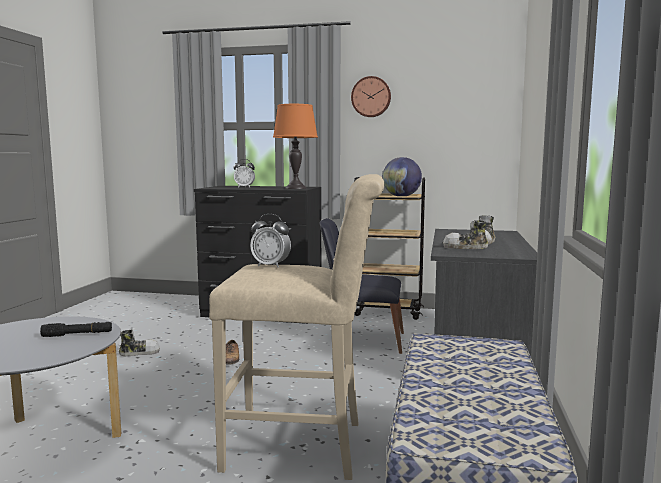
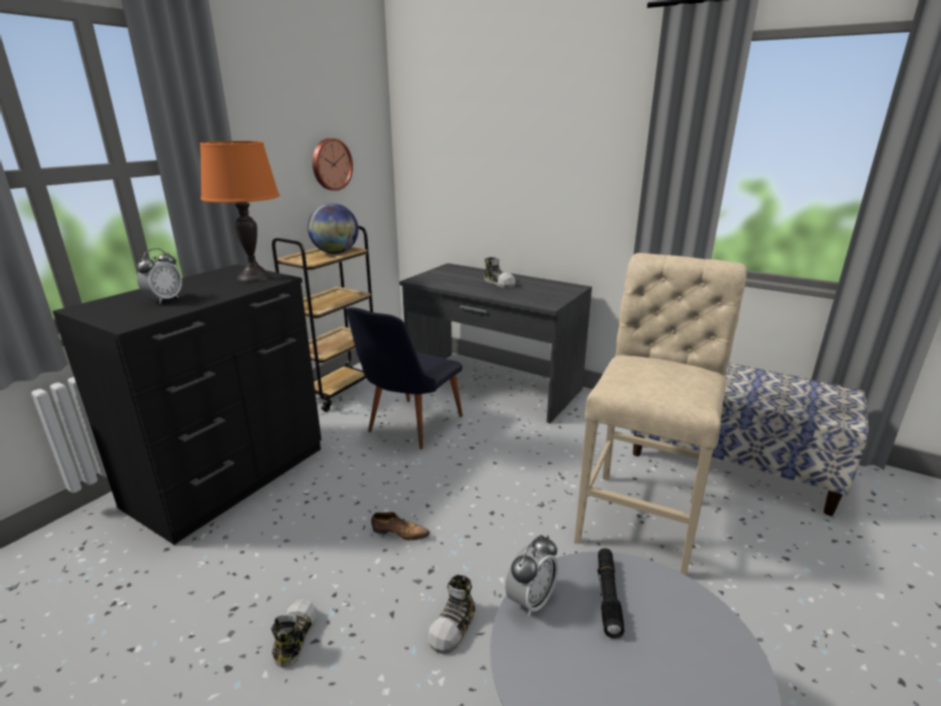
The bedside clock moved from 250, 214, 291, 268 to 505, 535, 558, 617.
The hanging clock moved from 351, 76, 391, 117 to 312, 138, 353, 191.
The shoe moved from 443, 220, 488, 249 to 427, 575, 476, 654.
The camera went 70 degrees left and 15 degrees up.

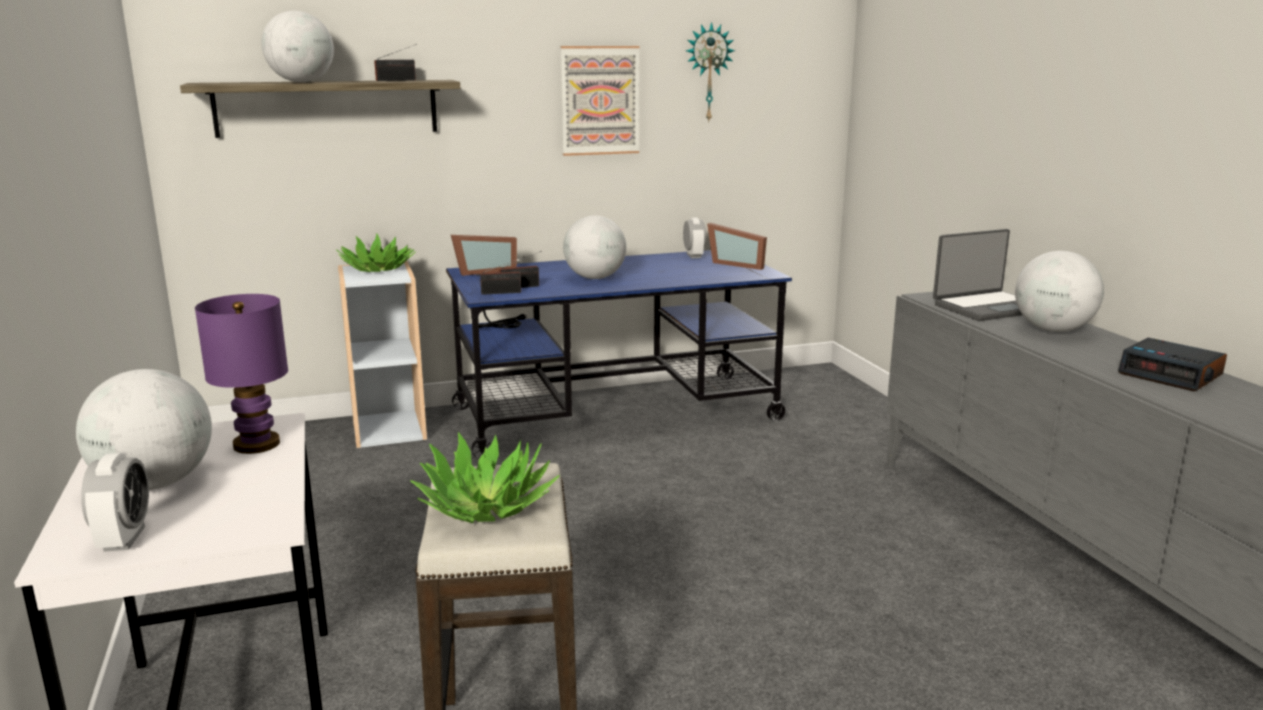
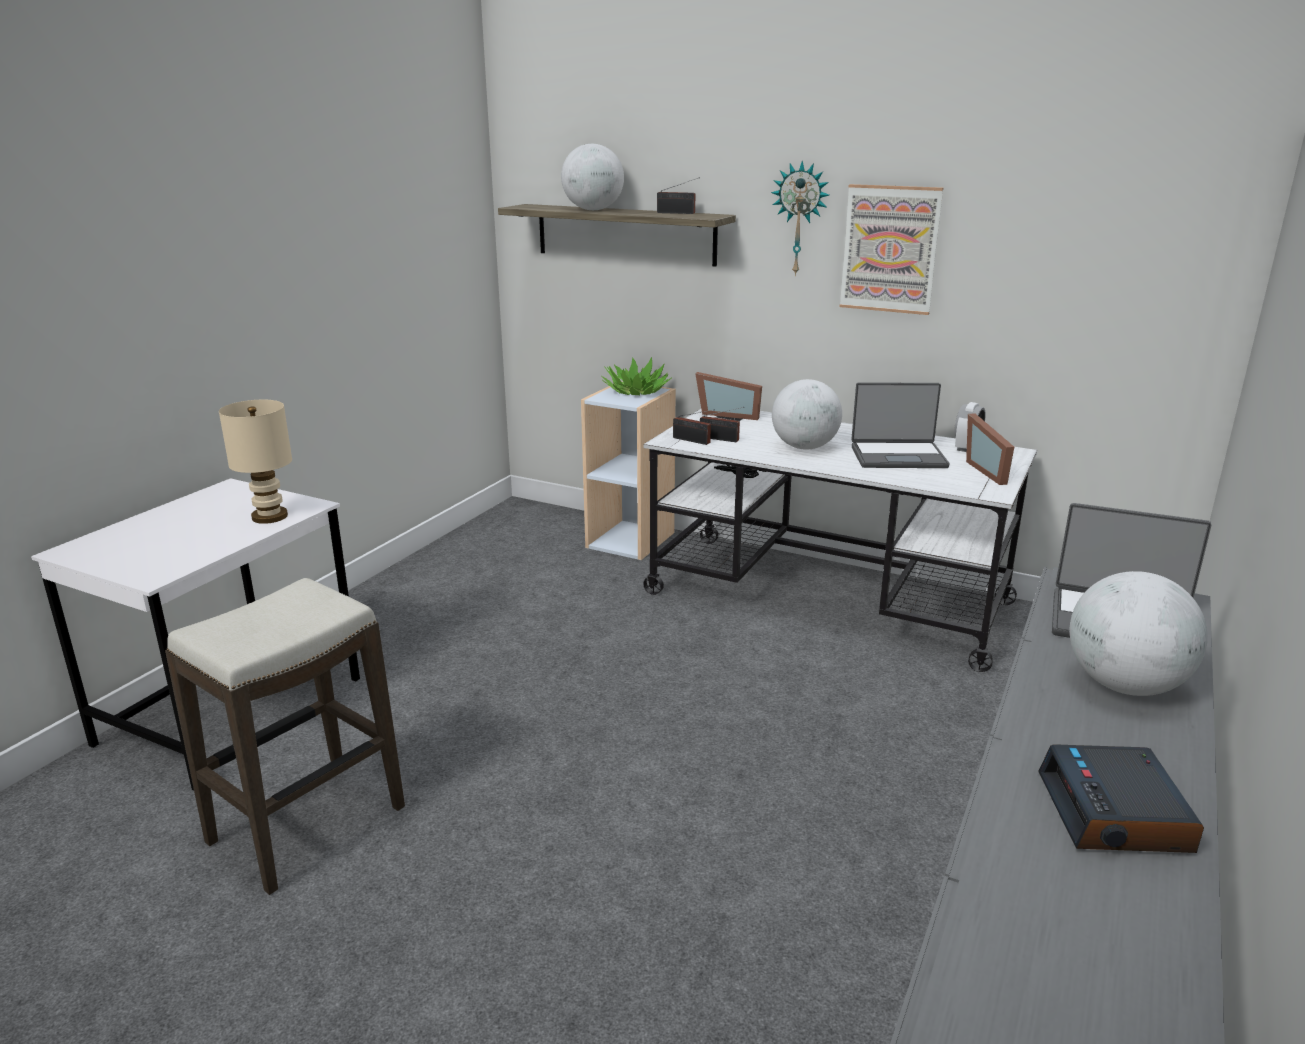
The desk globe at 76, 369, 212, 490 disappeared.
The bedside clock at 81, 453, 149, 551 disappeared.
The plant in a pot at 410, 432, 559, 523 disappeared.
The notebook computer at 851, 382, 950, 468 appeared.
The hanging clock moved from 686, 22, 735, 123 to 771, 160, 829, 276.
The purplish lamp for a table at 195, 294, 288, 454 became the beige lamp for a table at 219, 400, 292, 524.
The bluish desk table at 446, 250, 792, 459 became the white-coloured desk table at 643, 409, 1037, 672.
The camera went 45 degrees right and 5 degrees up.

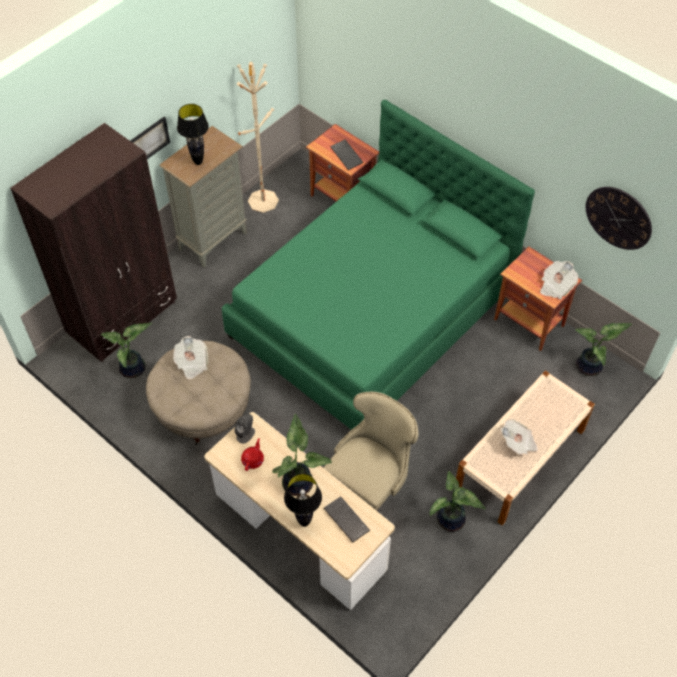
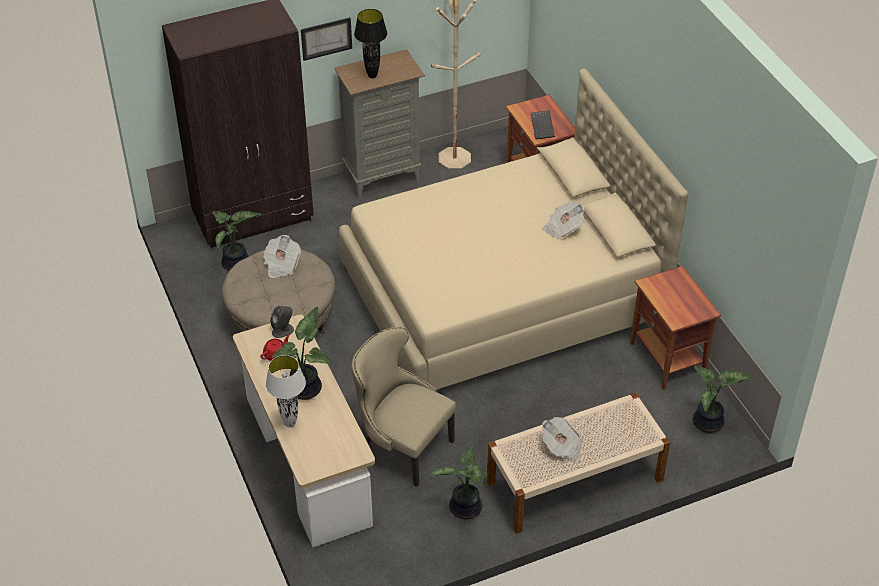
The keyboard at 324, 497, 370, 542 disappeared.
The hanging clock at 586, 187, 652, 250 disappeared.
The daily paper moved from 540, 261, 578, 299 to 542, 201, 585, 239.
The greenish sleeping bed at 222, 100, 535, 430 became the beige sleeping bed at 339, 68, 688, 390.
The black lamp for a table at 284, 474, 322, 527 became the white-coloured lamp for a table at 265, 355, 306, 428.
The beige chair at 324, 392, 418, 511 turned 120 degrees counterclockwise.
The camera went 25 degrees right and 10 degrees down.

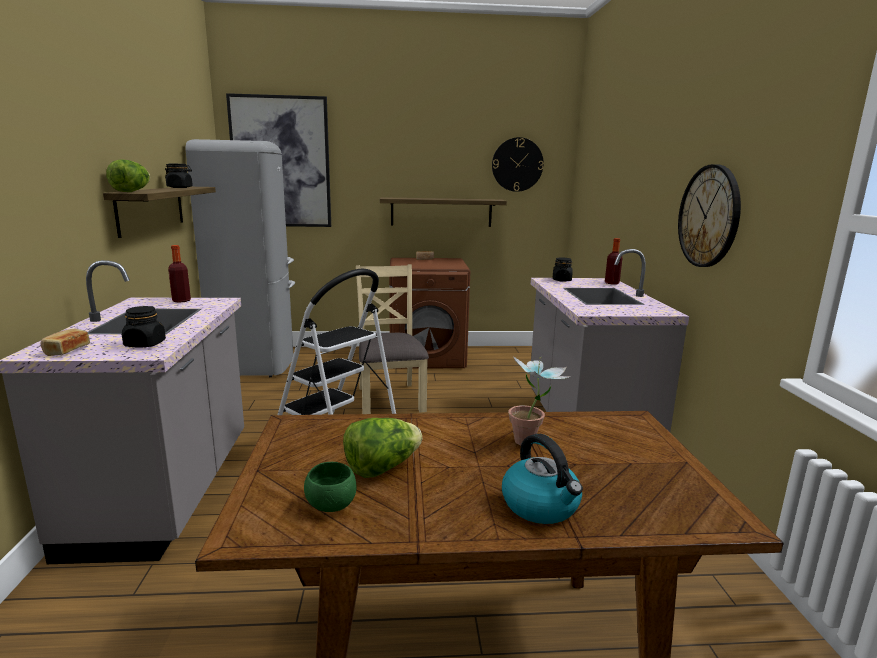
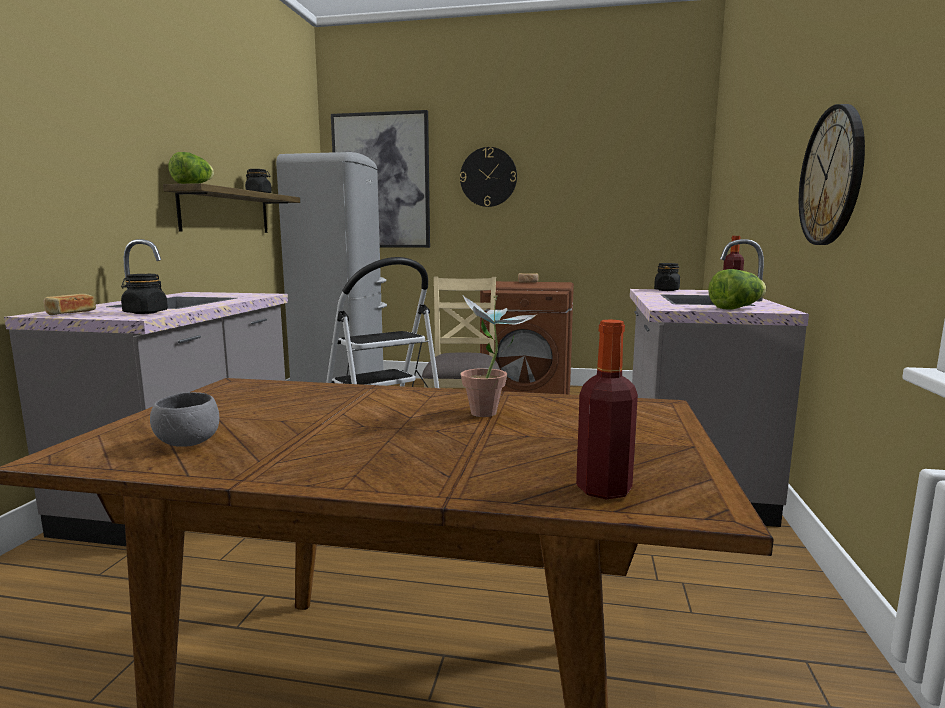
The wall shelf at 380, 197, 507, 227 disappeared.
The water kettle at 502, 434, 583, 524 disappeared.
The bottle moved from 168, 245, 191, 303 to 576, 320, 638, 499.
The lettuce moved from 343, 418, 422, 478 to 708, 269, 766, 309.
The hanging clock moved from 492, 137, 544, 192 to 460, 147, 517, 207.
The greenish serving bowl at 304, 462, 356, 512 became the greyish serving bowl at 150, 392, 219, 447.
The camera went 15 degrees right and 5 degrees down.

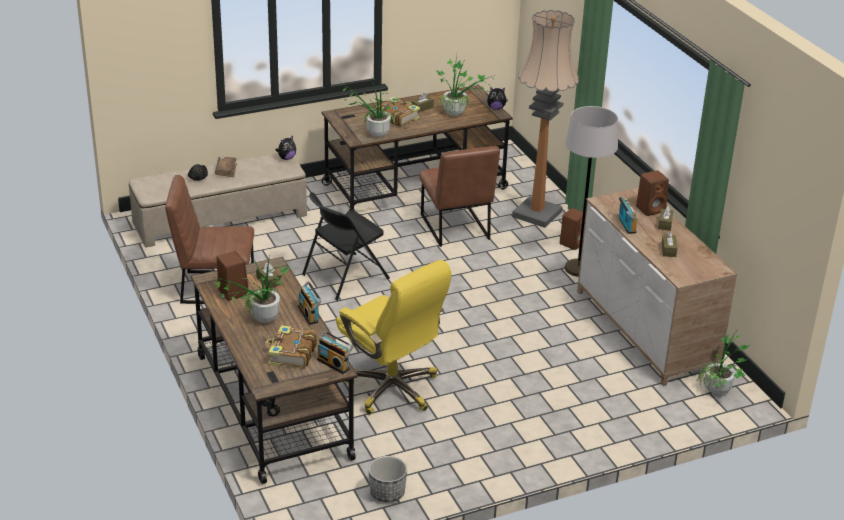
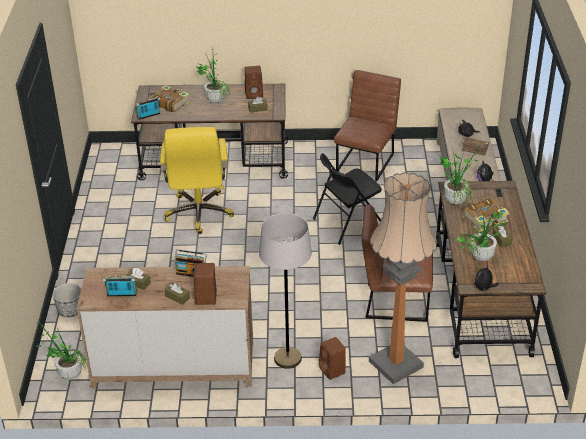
The radio receiver moved from 298, 281, 322, 325 to 102, 276, 137, 297.
The plant pot moved from 368, 456, 407, 502 to 53, 283, 81, 317.
The black chair at 302, 192, 390, 301 turned 105 degrees counterclockwise.
The yellow-coloured computer chair at 336, 260, 451, 415 turned 75 degrees counterclockwise.
The camera went 115 degrees right and 5 degrees up.

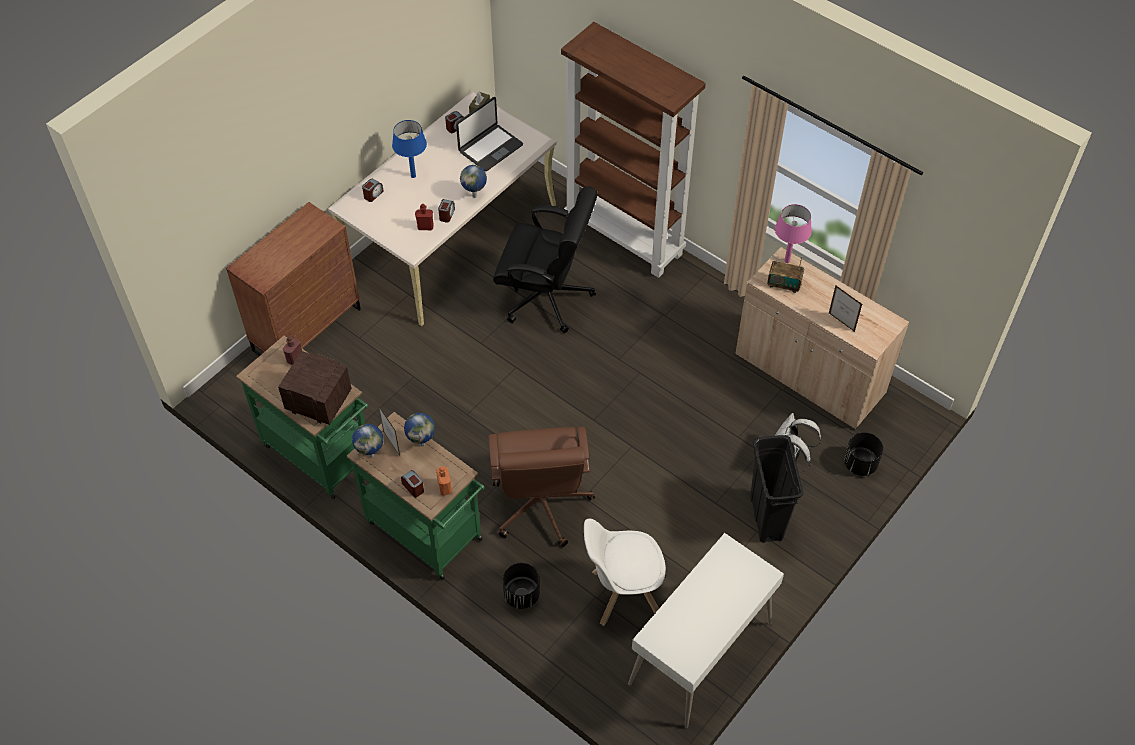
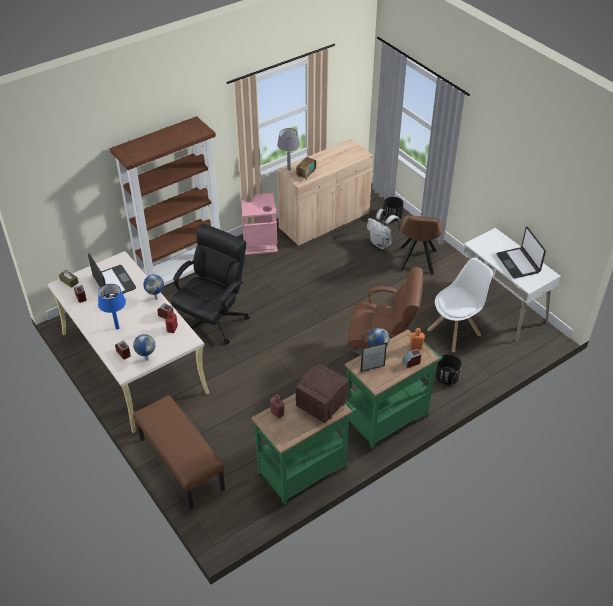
The photo frame at 829, 285, 862, 332 disappeared.
The pinkish waste bin at 240, 193, 278, 255 appeared.
The notebook computer at 496, 226, 546, 278 appeared.
The desk globe moved from 352, 424, 384, 458 to 133, 334, 155, 361.
The brown chest of drawers at 226, 202, 361, 356 was replaced by the brown long seat at 133, 395, 225, 510.
The black waste bin at 750, 435, 804, 543 was replaced by the brown chair at 399, 216, 442, 275.
The pinkish lamp for a table at 775, 204, 812, 263 became the greyish lamp for a table at 277, 128, 300, 171.
The white-coloured chair at 584, 519, 666, 626 turned 135 degrees counterclockwise.
The camera went 75 degrees left and 10 degrees down.

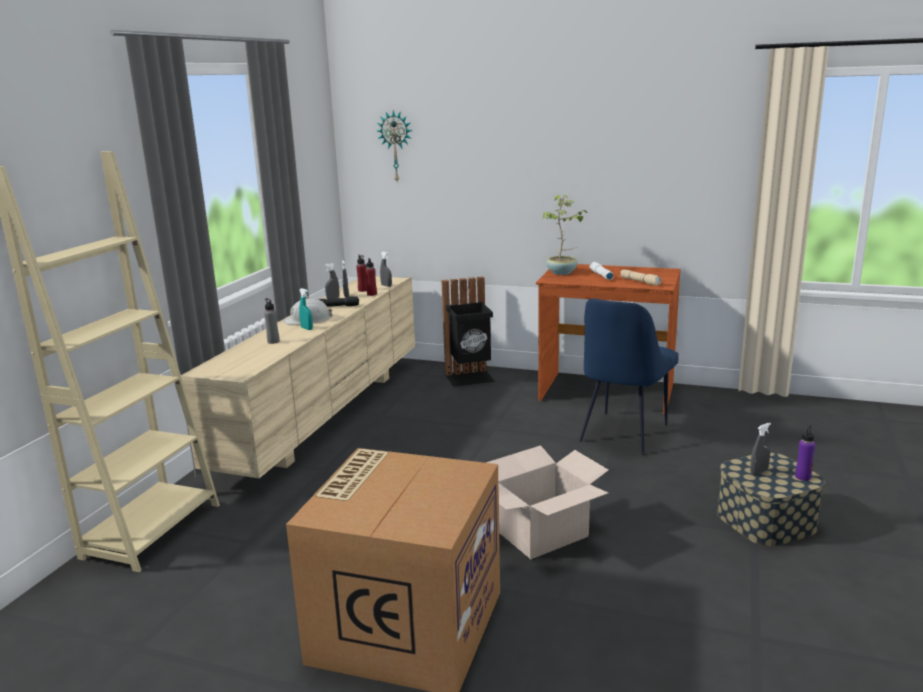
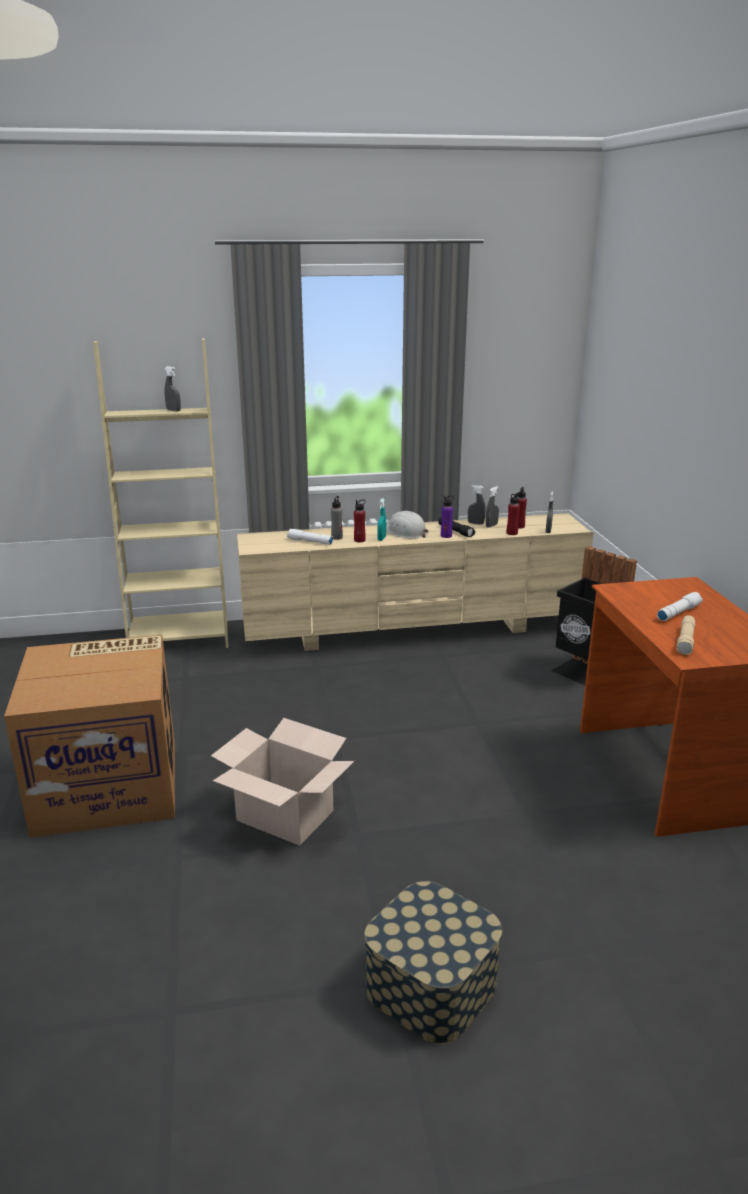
The hanging clock at 377, 110, 413, 181 disappeared.
The plant in a pot at 542, 195, 587, 275 disappeared.
The bluish chair at 579, 298, 679, 455 disappeared.
The white-coloured torch at 287, 529, 333, 545 appeared.
The red bottle at 354, 499, 366, 542 appeared.
The greyish spray bottle moved from 750, 423, 771, 475 to 165, 366, 181, 411.
The purplish bottle moved from 795, 426, 815, 481 to 441, 496, 454, 538.
The camera went 60 degrees right and 5 degrees up.

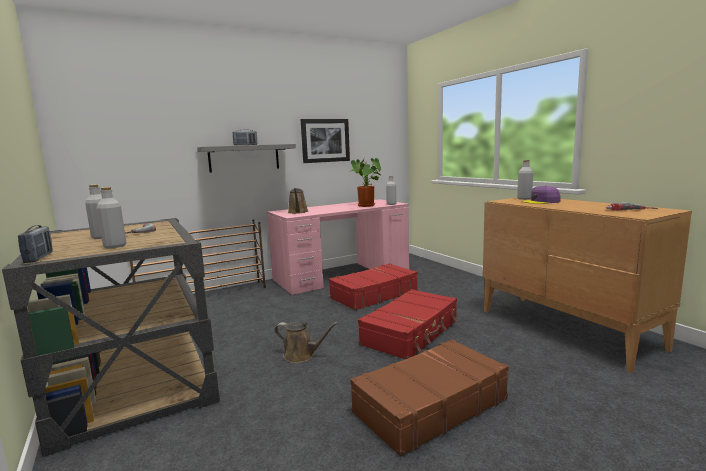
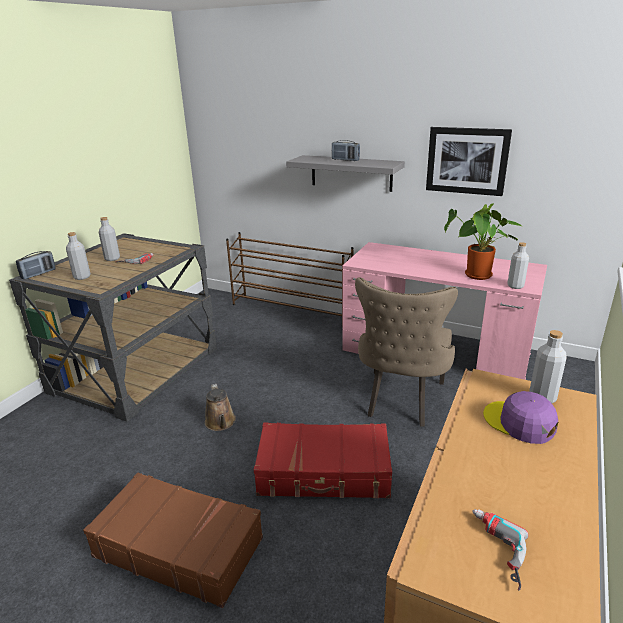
The brown watering pot at 288, 188, 308, 214 disappeared.
The red piece of luggage at 329, 263, 418, 310 was replaced by the beige chair at 355, 277, 458, 427.
The camera went 55 degrees right and 15 degrees up.

